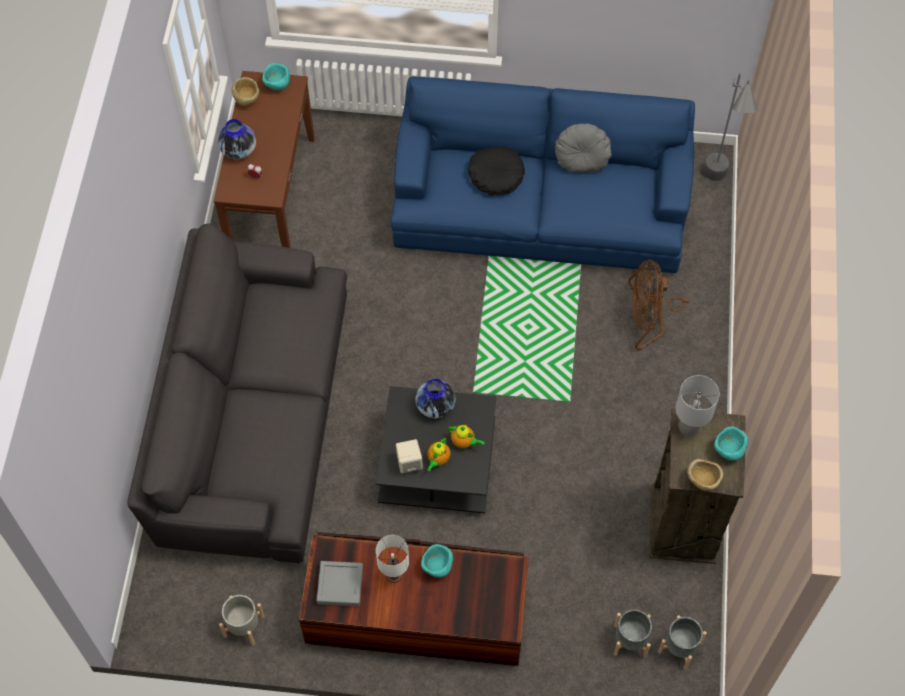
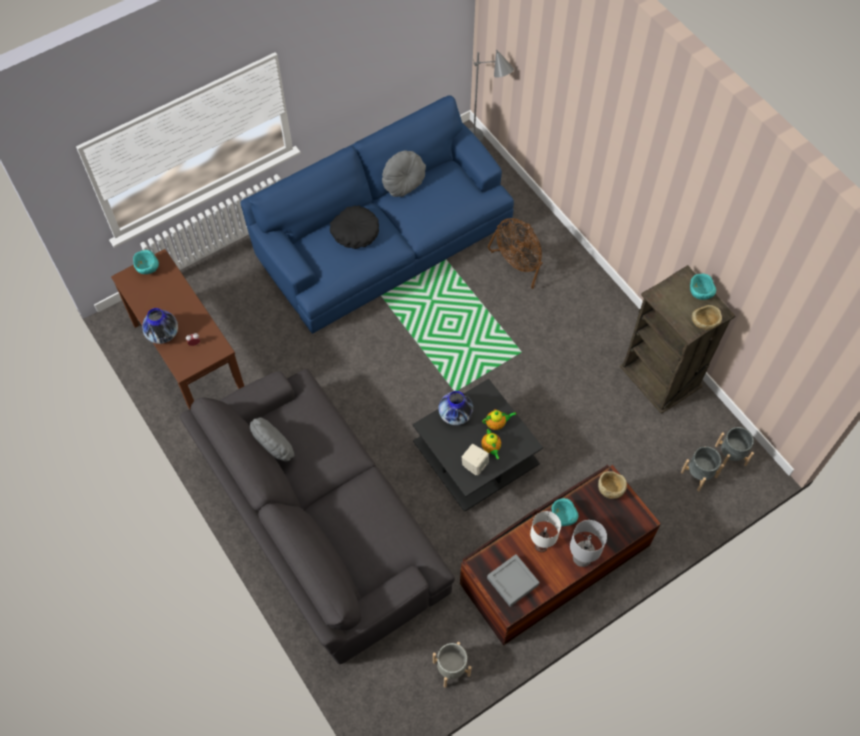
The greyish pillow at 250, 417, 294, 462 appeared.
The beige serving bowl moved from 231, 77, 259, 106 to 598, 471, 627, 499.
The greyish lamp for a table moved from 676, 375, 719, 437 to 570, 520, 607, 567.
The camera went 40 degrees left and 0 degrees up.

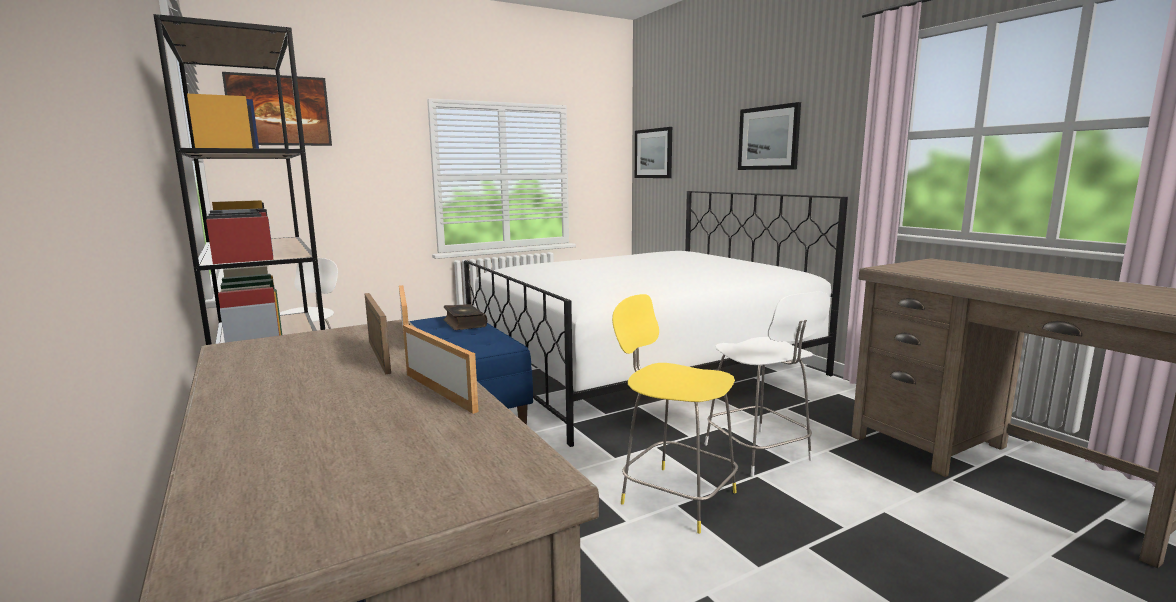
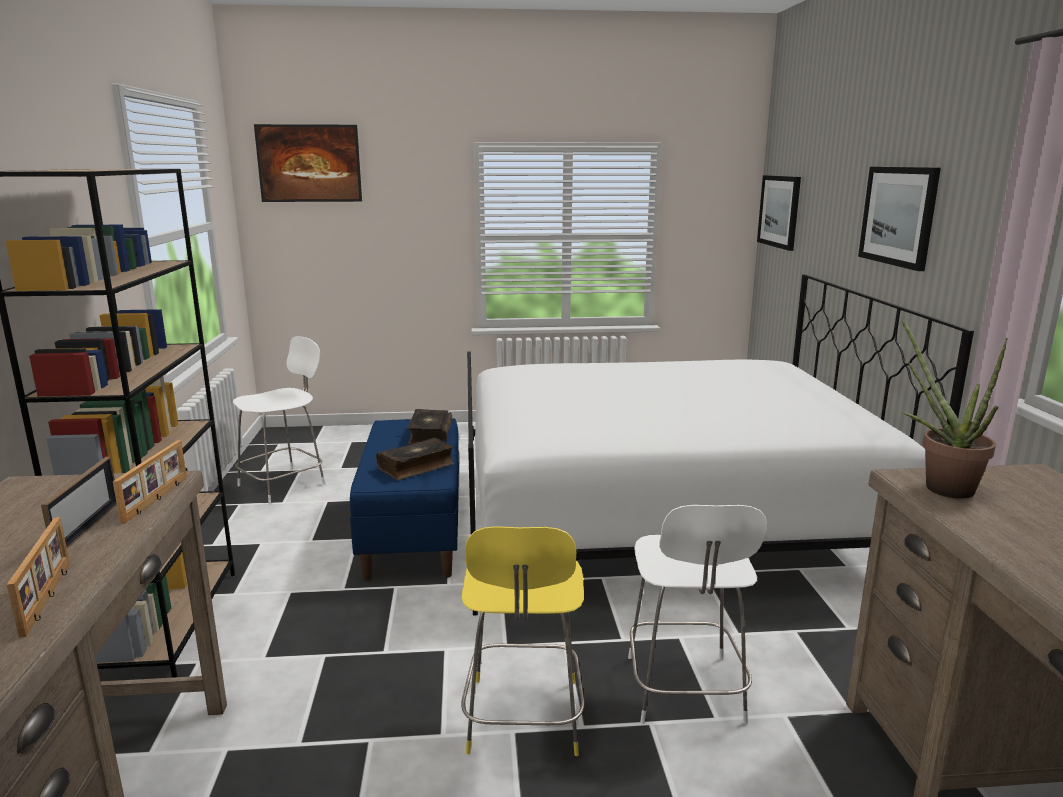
The book at 376, 438, 454, 480 appeared.
The plant in a pot at 901, 318, 1008, 499 appeared.
The yellow-coloured chair at 612, 294, 738, 534 turned 150 degrees counterclockwise.
The camera went 25 degrees right and 5 degrees up.

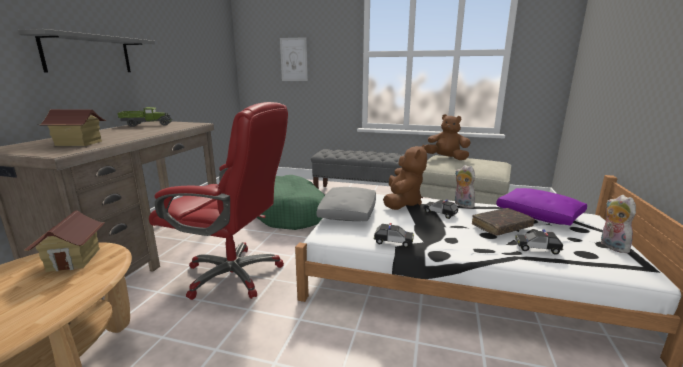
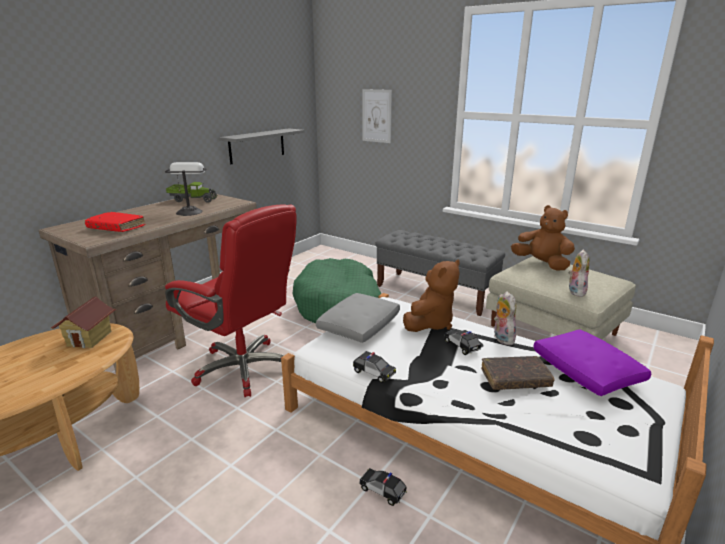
The lamp for a table at 165, 162, 206, 216 appeared.
The greyish wall shelf moved from 18, 29, 155, 72 to 219, 128, 304, 164.
The miniature car moved from 515, 230, 563, 255 to 359, 468, 407, 506.
The plush toy moved from 601, 195, 636, 253 to 568, 249, 589, 297.
The toy house at 40, 109, 106, 146 was replaced by the red book at 85, 212, 146, 232.
The camera went 20 degrees right and 5 degrees up.

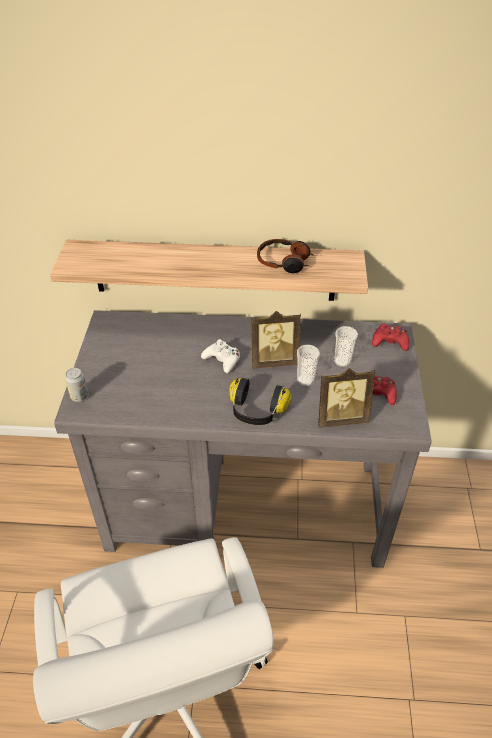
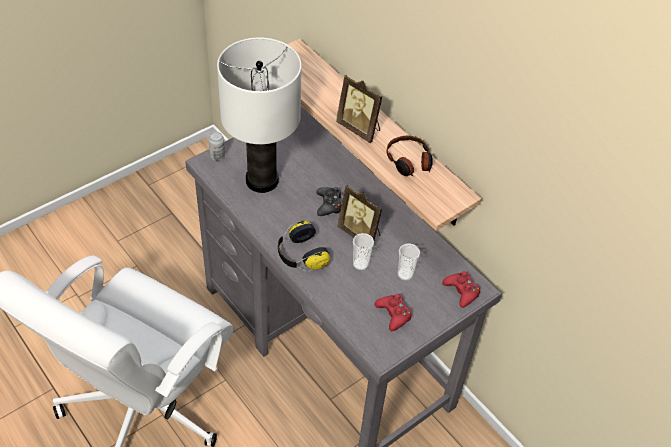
The white-coloured lamp for a table at 217, 37, 302, 193 appeared.
The photo frame moved from 318, 368, 375, 428 to 336, 74, 382, 143.
The white-coloured joypad at 201, 339, 240, 373 became the black joypad at 316, 187, 342, 216.
The camera went 45 degrees right and 5 degrees up.

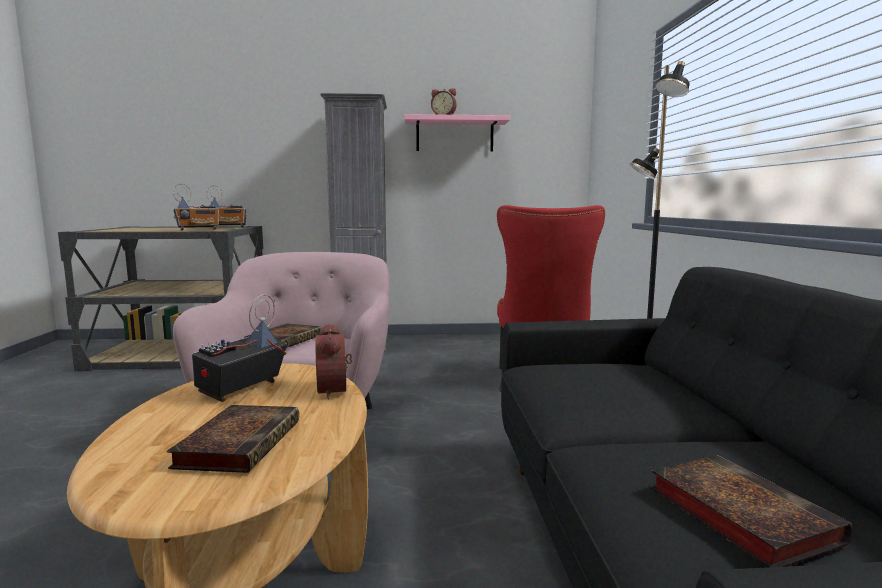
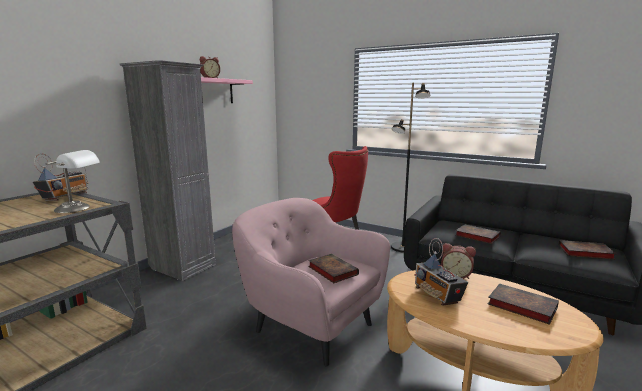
The book at 455, 225, 501, 244 appeared.
The radio receiver at 173, 184, 219, 231 was replaced by the white-coloured lamp for a table at 46, 150, 100, 213.
The camera went 55 degrees left and 5 degrees up.

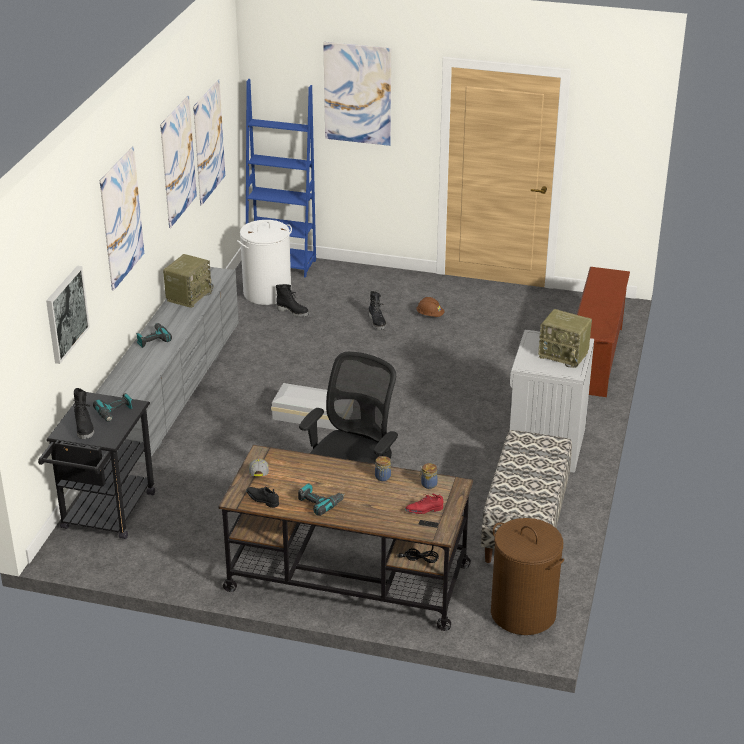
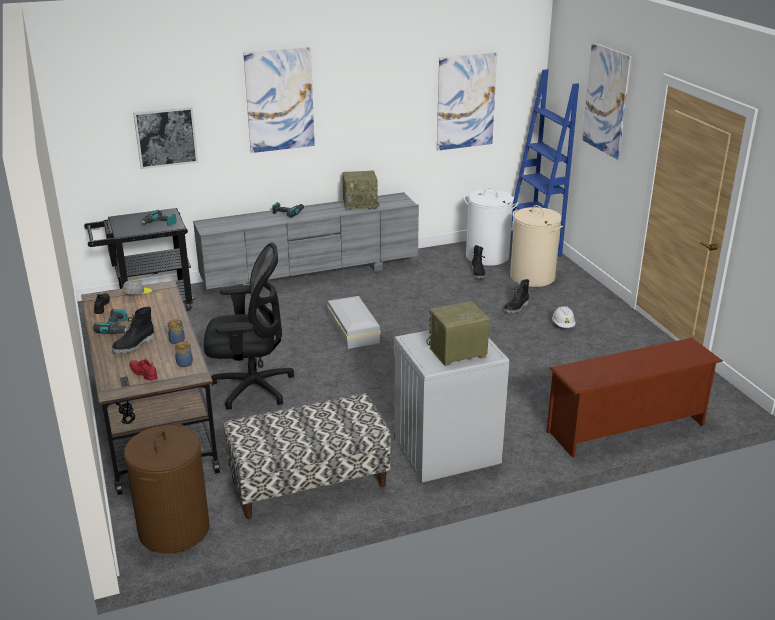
The wall art at 160, 95, 197, 228 disappeared.
The beige washing basket at 510, 205, 563, 287 appeared.
The black boot moved from 73, 388, 94, 439 to 112, 307, 155, 354.
The brown work helmet at 416, 297, 444, 317 became the white-coloured work helmet at 552, 306, 575, 328.
The radio receiver at 538, 309, 592, 368 turned 75 degrees clockwise.
The camera went 55 degrees right and 5 degrees down.

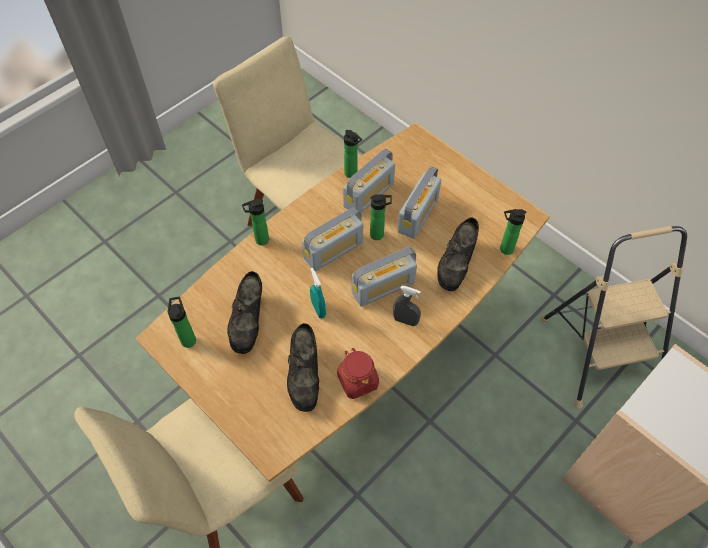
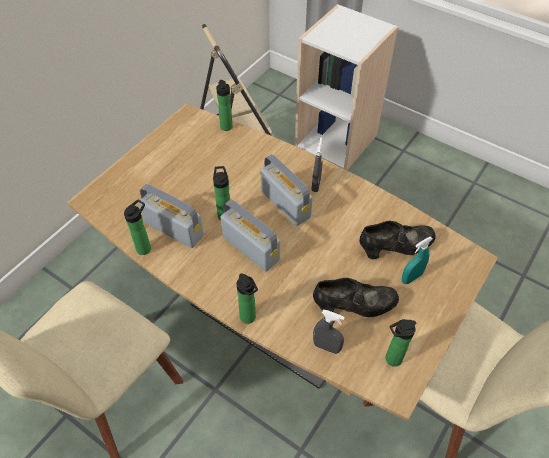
The red storage jar at 337, 348, 379, 399 disappeared.
The radio receiver at 398, 166, 441, 239 disappeared.
The black shoe at 437, 218, 479, 291 disappeared.
The greyish spray bottle at 313, 310, 345, 354 appeared.
The blue-green spray bottle moved from 310, 268, 326, 318 to 402, 237, 432, 284.
The camera went 100 degrees left and 5 degrees down.

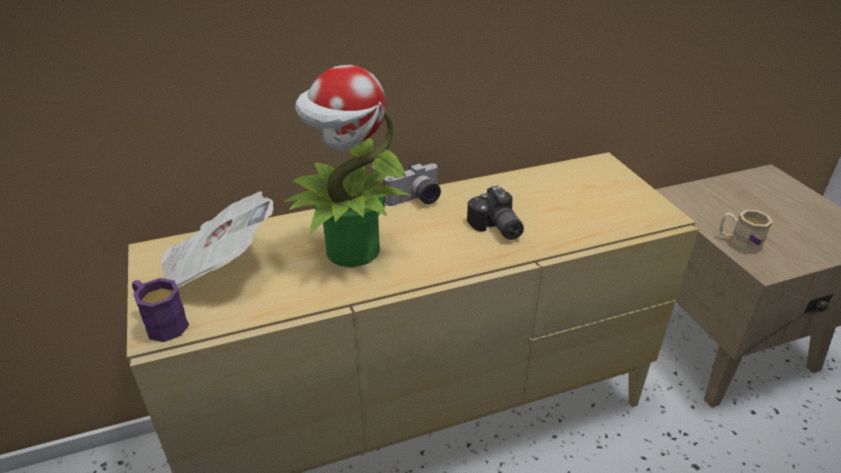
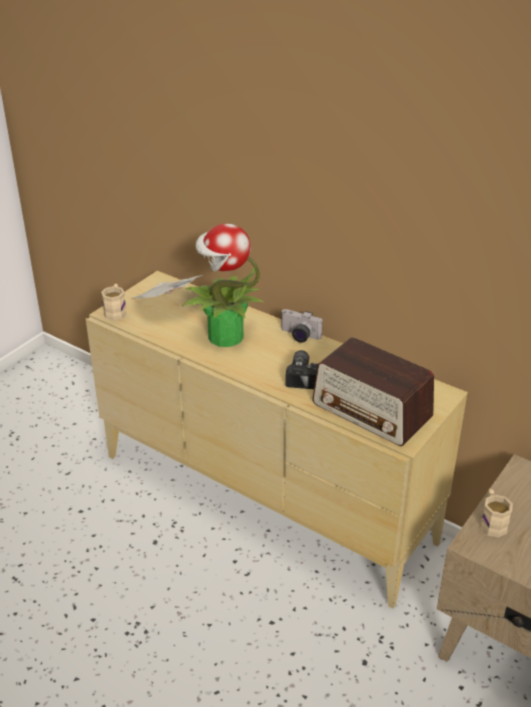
The radio receiver at 312, 337, 434, 446 appeared.
The purplish mug at 132, 278, 189, 342 became the beige mug at 101, 284, 127, 321.
The photo camera at 467, 186, 524, 240 turned 150 degrees clockwise.
The camera went 55 degrees right and 0 degrees up.

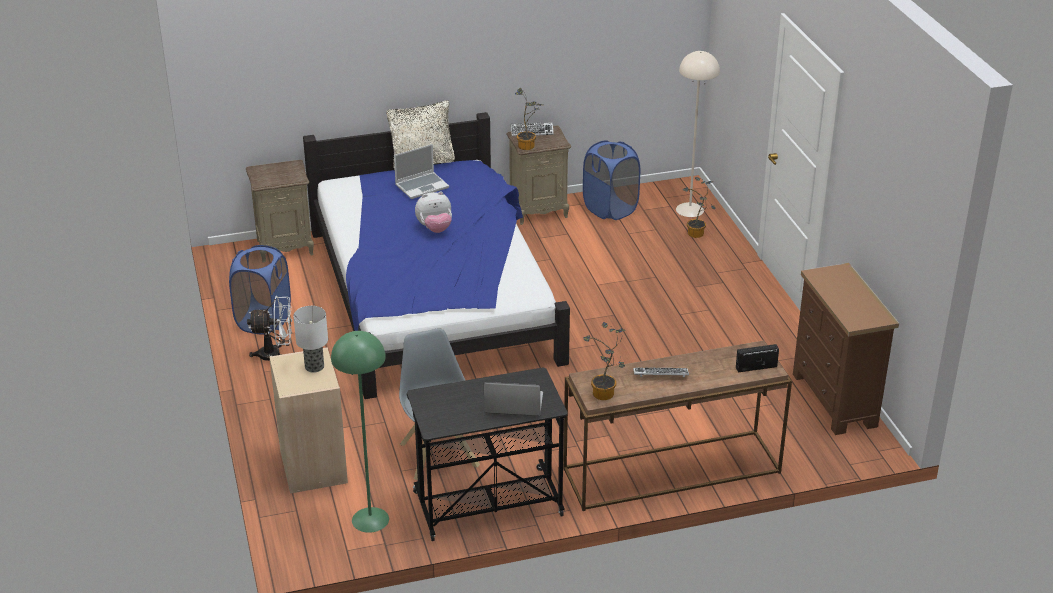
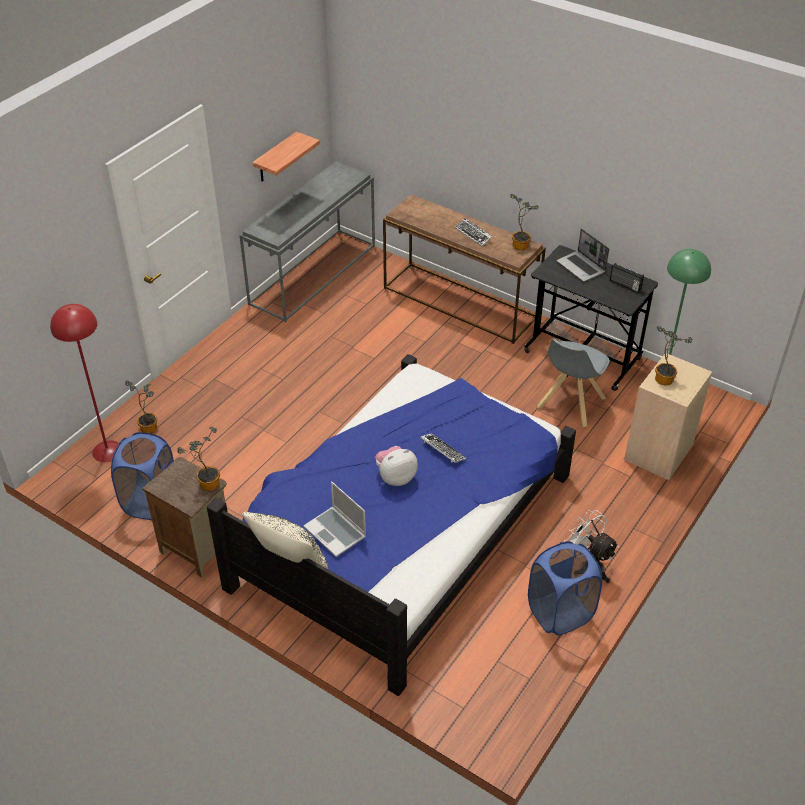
The beige bedside table at 246, 160, 314, 256 disappeared.
The wall shelf at 252, 132, 320, 181 appeared.
The keyboard moved from 511, 122, 554, 136 to 420, 433, 466, 463.
The radio receiver moved from 736, 344, 779, 373 to 610, 263, 644, 293.
The lamp for a table at 293, 306, 328, 373 was replaced by the plant in a pot at 655, 326, 693, 386.
The brown chest of drawers at 793, 263, 899, 435 was replaced by the greyish narrow table at 239, 161, 375, 322.
The beige standard lamp at 676, 51, 720, 217 became the red standard lamp at 50, 304, 119, 462.
The notebook computer at 394, 144, 449, 199 turned 150 degrees counterclockwise.
The plush toy at 415, 191, 452, 233 turned 60 degrees counterclockwise.
The camera went 130 degrees left and 10 degrees up.

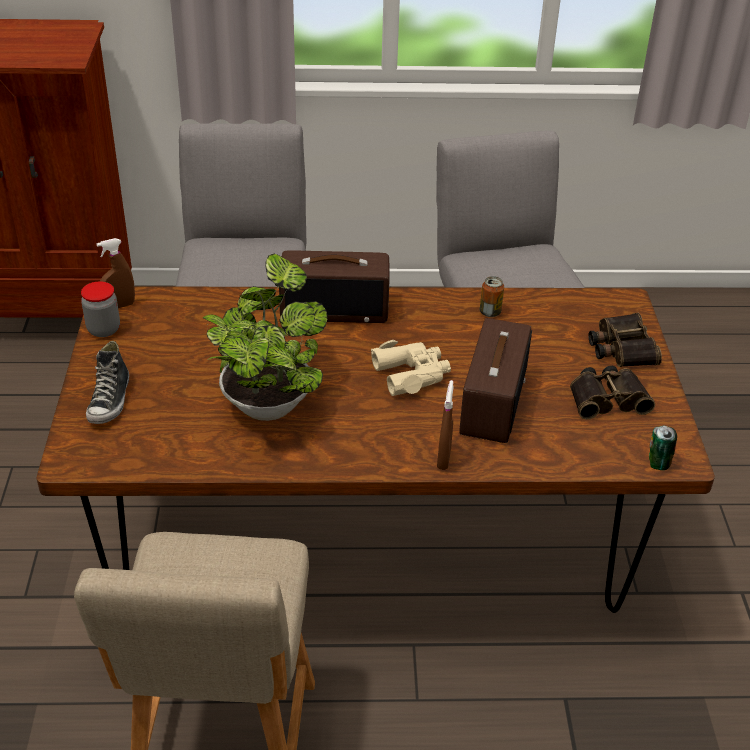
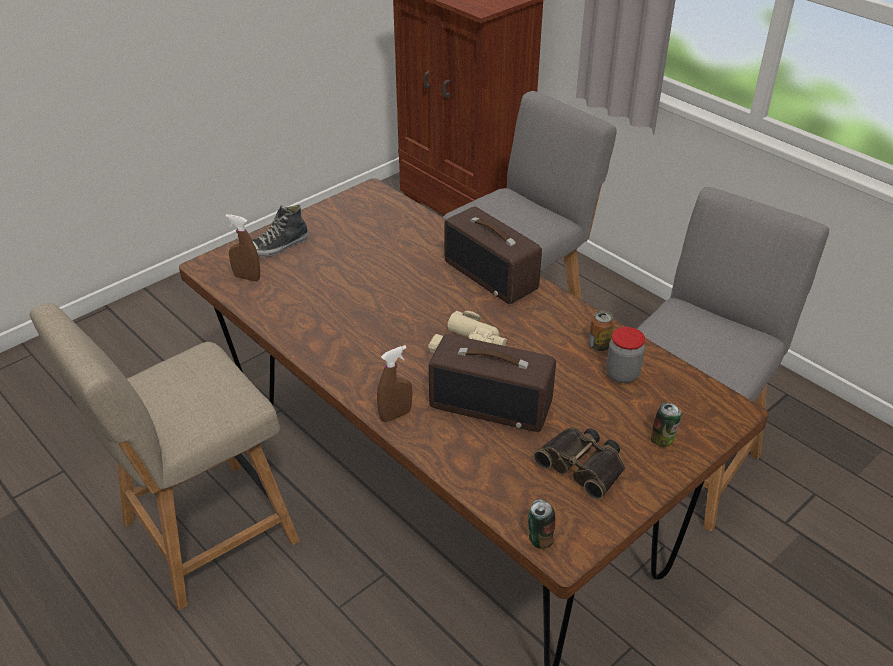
The plant in a pot at 203, 253, 327, 421 disappeared.
The storage jar moved from 81, 281, 120, 337 to 606, 327, 645, 383.
The brown spray bottle moved from 97, 238, 135, 308 to 225, 214, 260, 281.
The field glasses at 588, 313, 662, 367 was replaced by the metal can at 651, 403, 682, 447.
The radio receiver at 459, 318, 532, 443 turned 45 degrees clockwise.
The camera went 50 degrees right and 0 degrees up.

